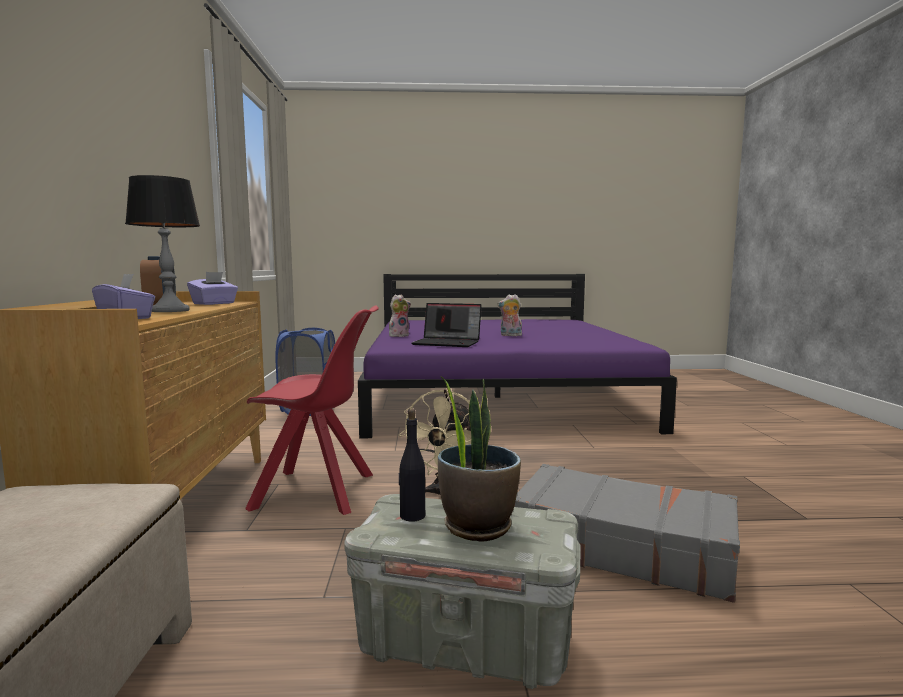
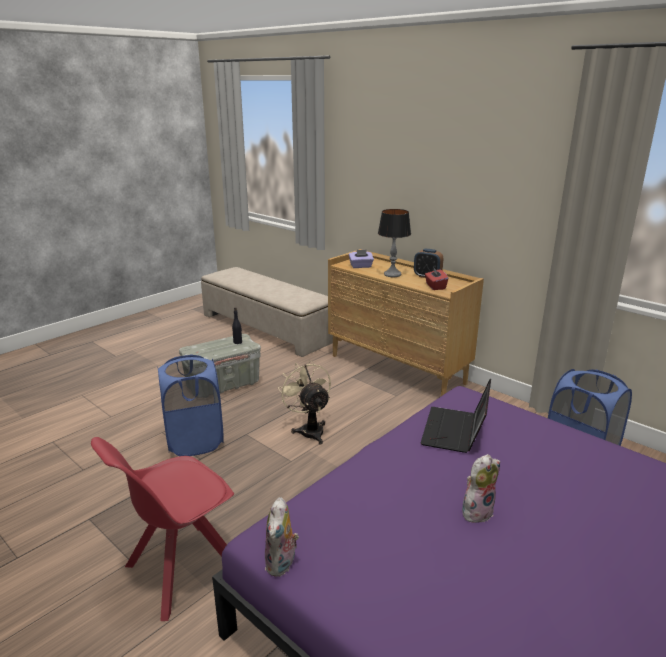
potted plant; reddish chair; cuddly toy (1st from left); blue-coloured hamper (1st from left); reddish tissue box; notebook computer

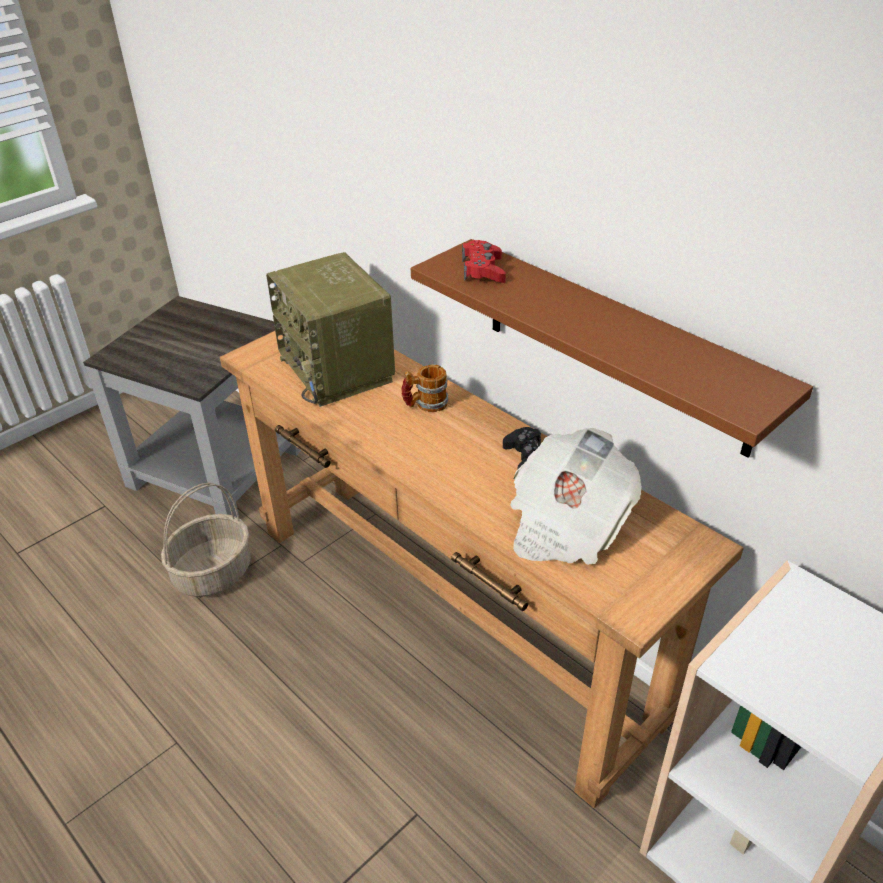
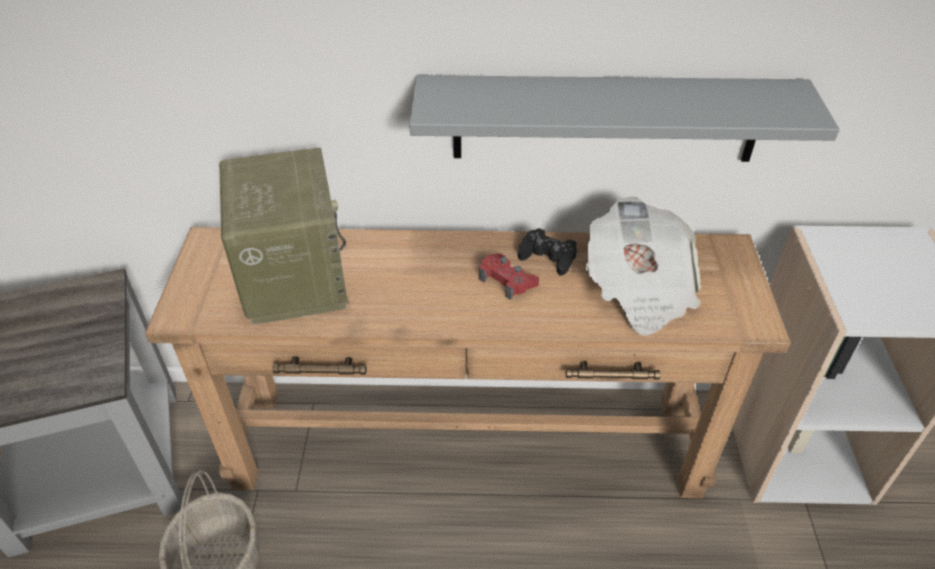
tea mug; reddish game controller; greyish shelf; radio

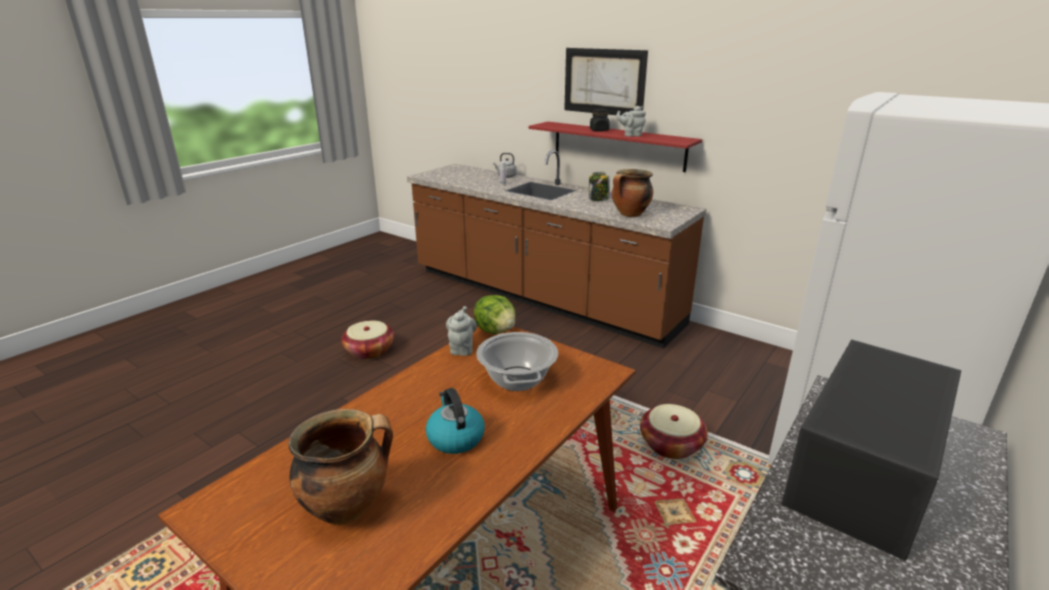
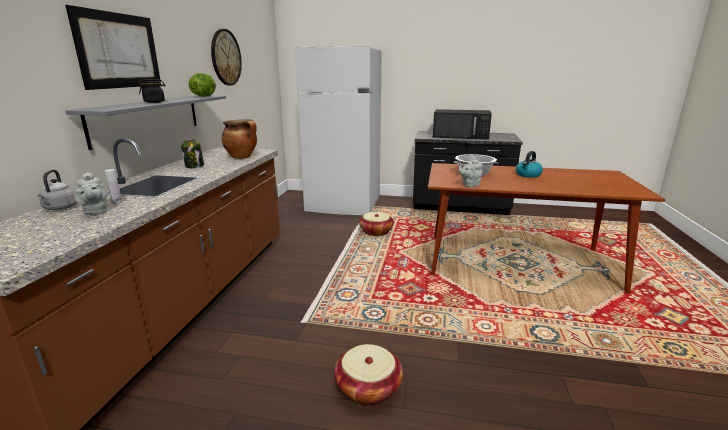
saucepot (1st from left in the first image); wall clock; lettuce; greyish pot for tea (1st from left); greyish shelf

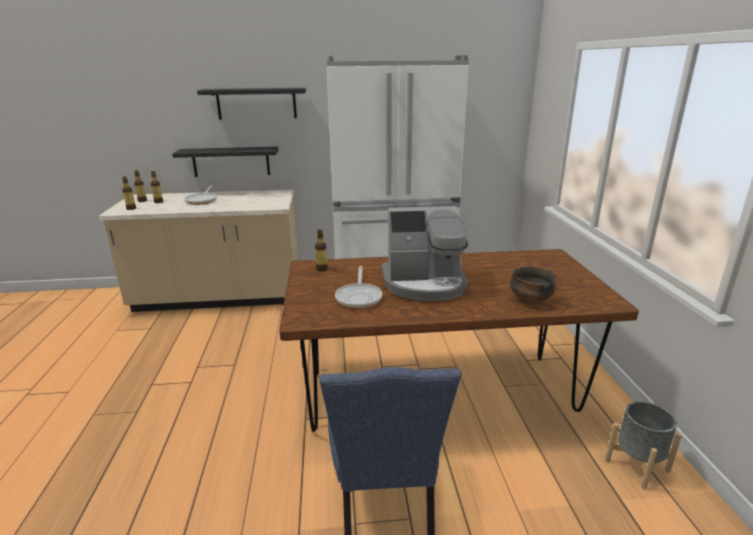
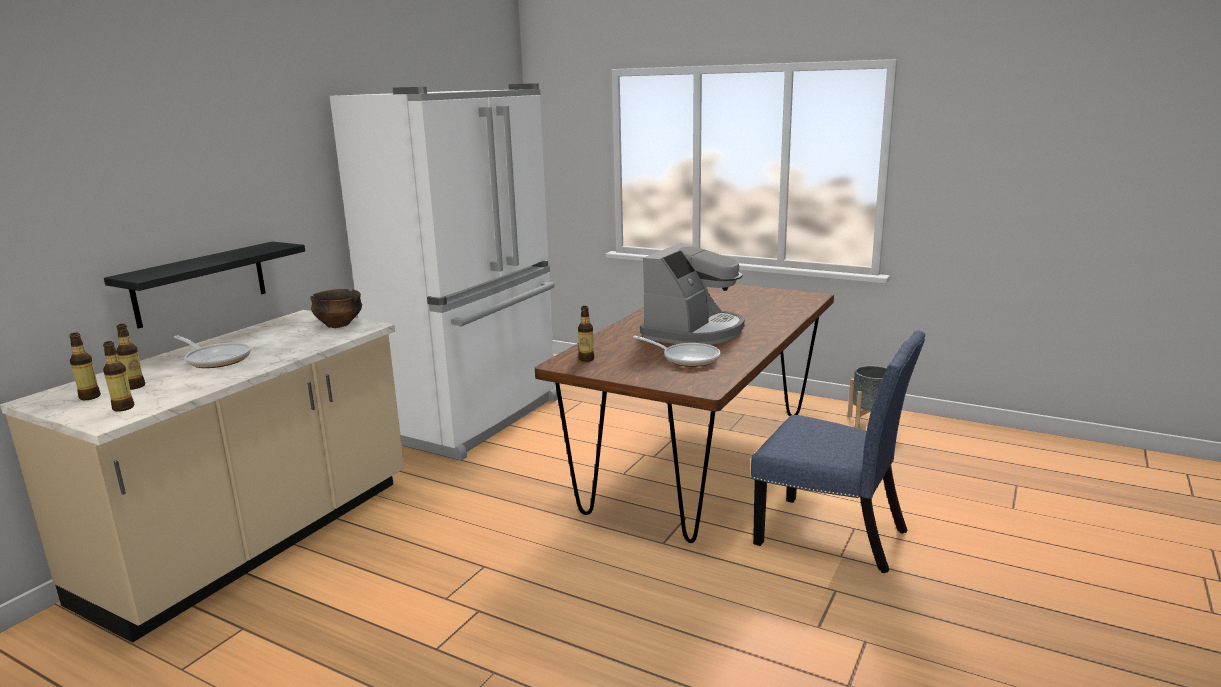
blackish shelf (2nd from left in the first image); deep dish

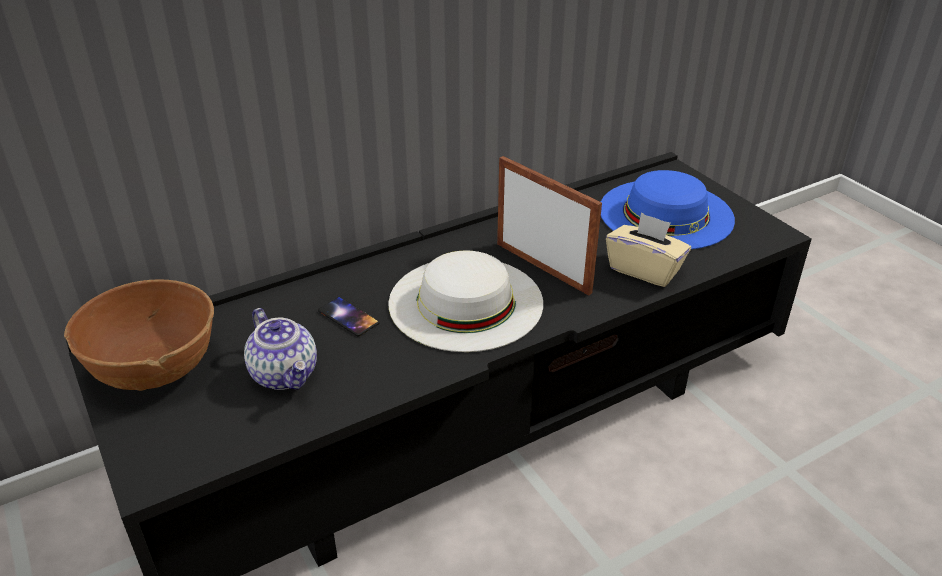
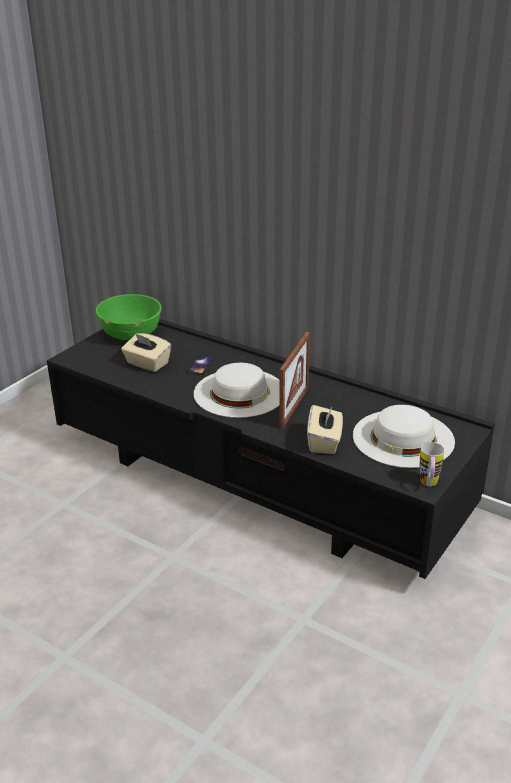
tea mug; beige-coloured tissue box (1st from left); greenish deep dish; whitish clothing hat (2nd from left)

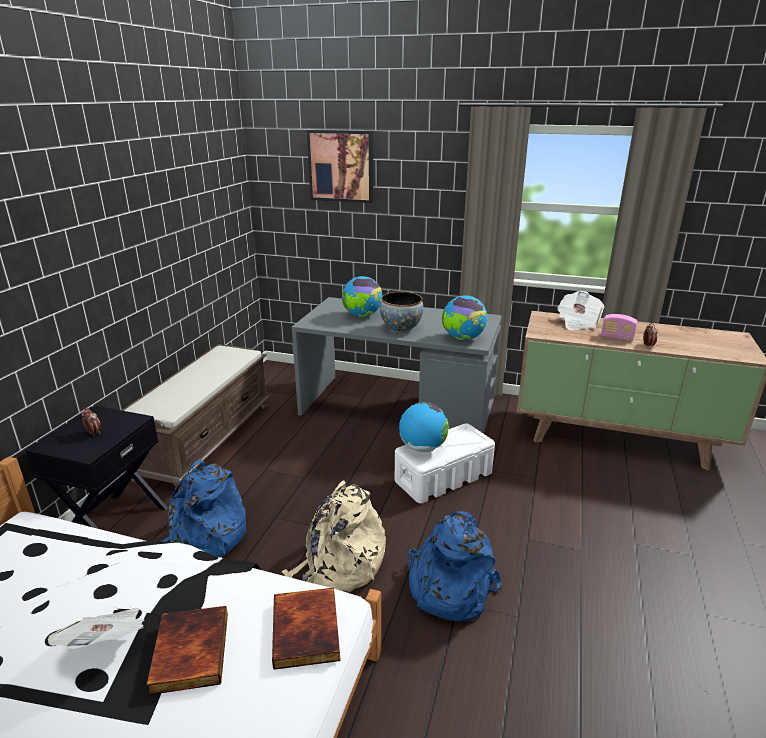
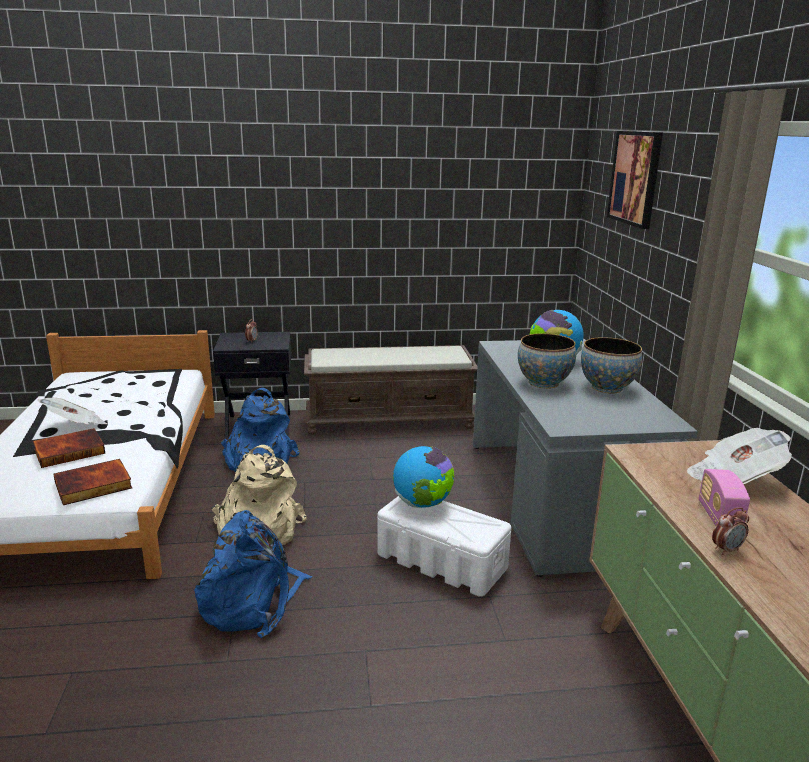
globe (3rd from left in the first image); deep dish (2nd from left)

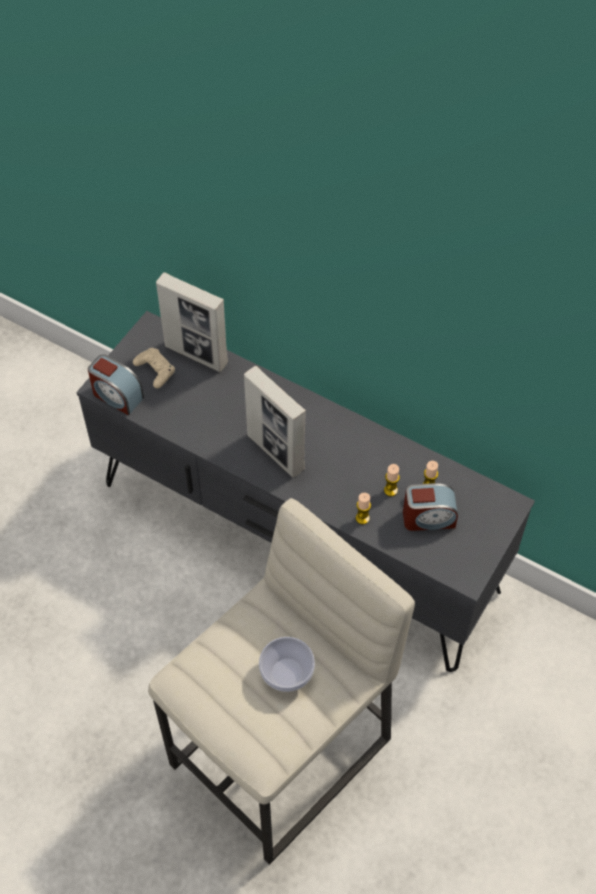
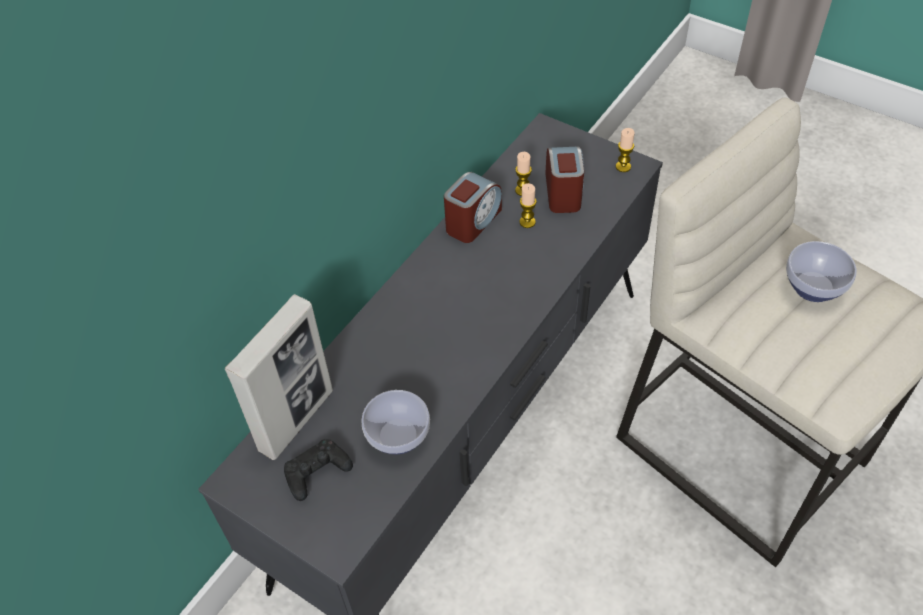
standing frame (2nd from left in the first image); deep dish (1st from left); table clock (1st from left); candle (3rd from left); blackish game controller

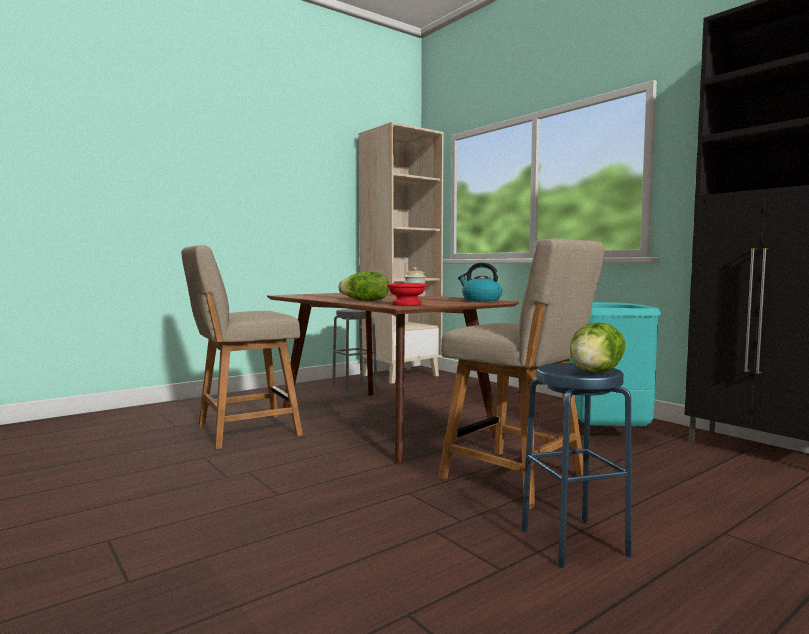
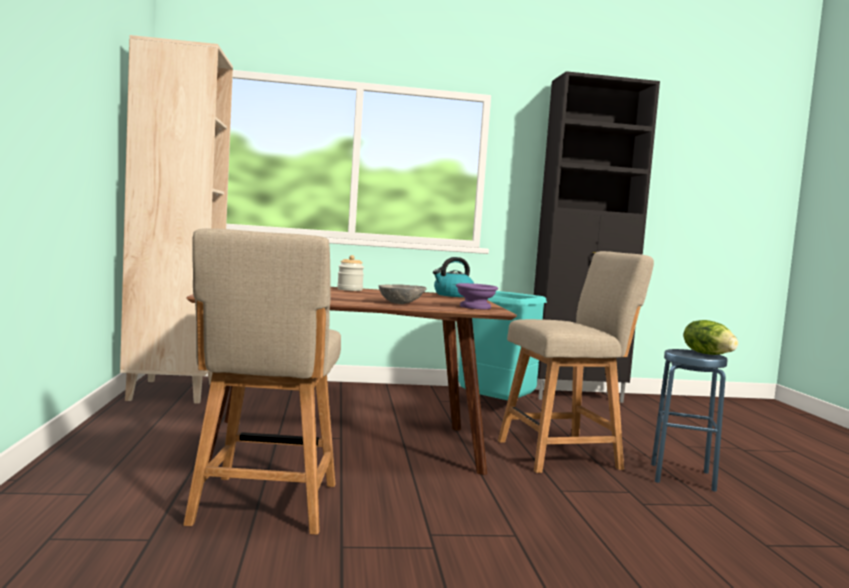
greyish stool seat; greyish deep dish; purple deep dish

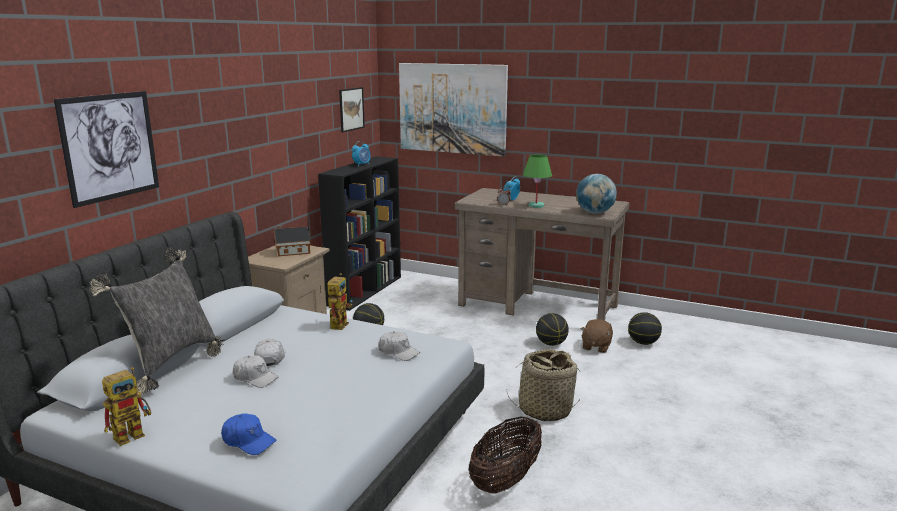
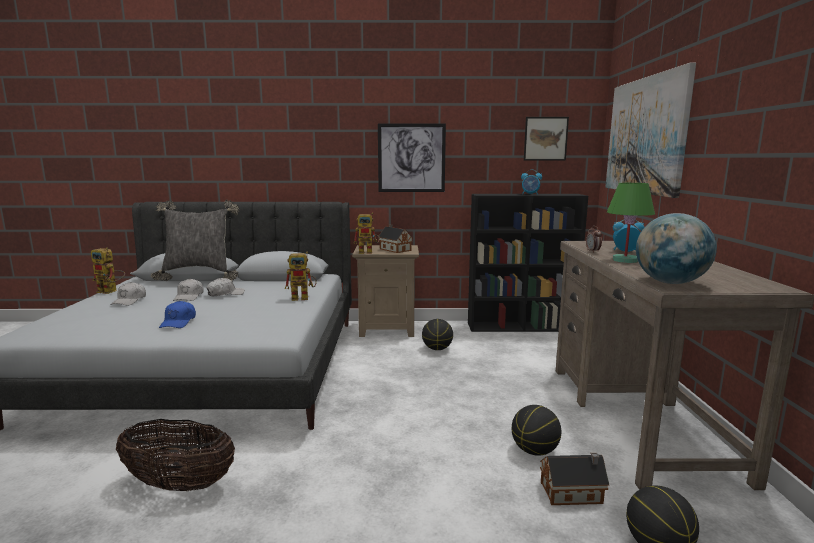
household basket (2nd from left in the first image); toy robot (3rd from left); picture (1st from left); blue-coloured peaked cap; whitish peaked cap (1st from left); model house (2nd from left)

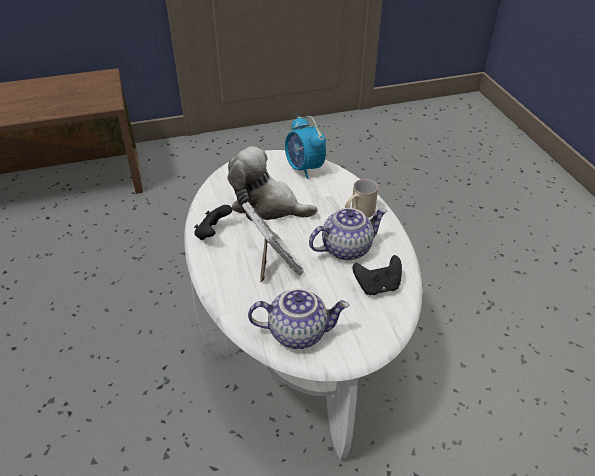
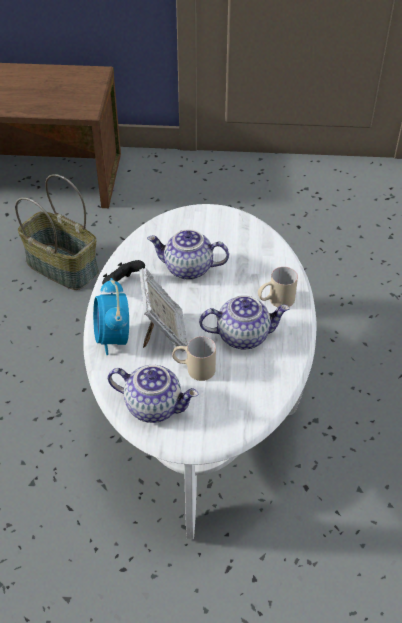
blackish game controller (2nd from left in the first image); household basket; beige-coloured tea mug (1st from left); table clock; pot for tea (2nd from left)

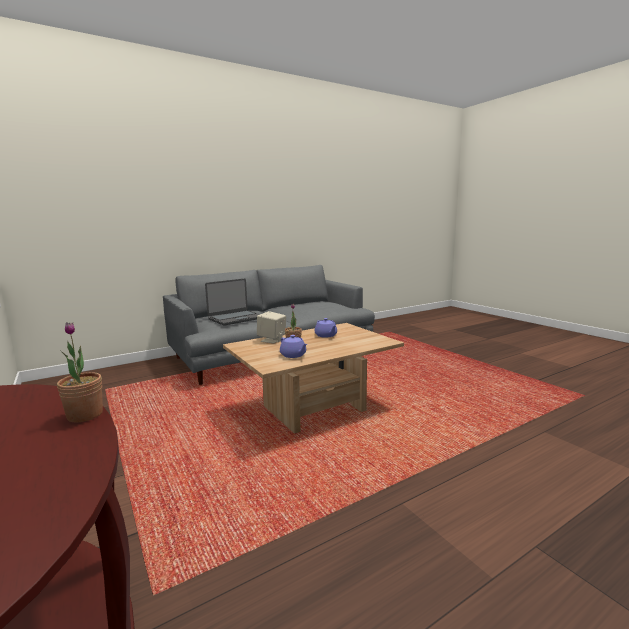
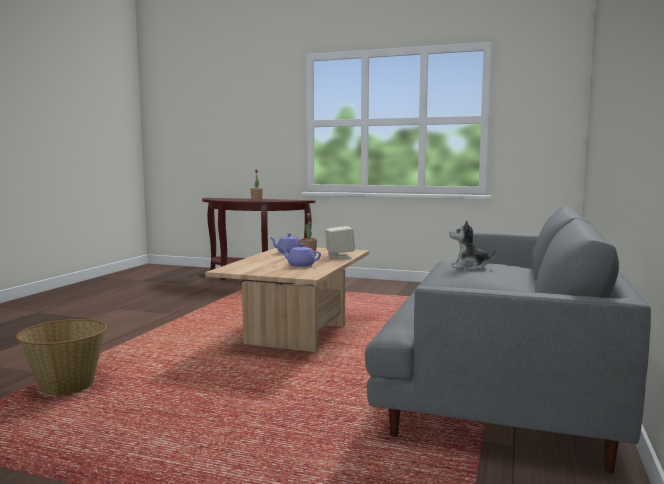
household basket; cuddly toy

